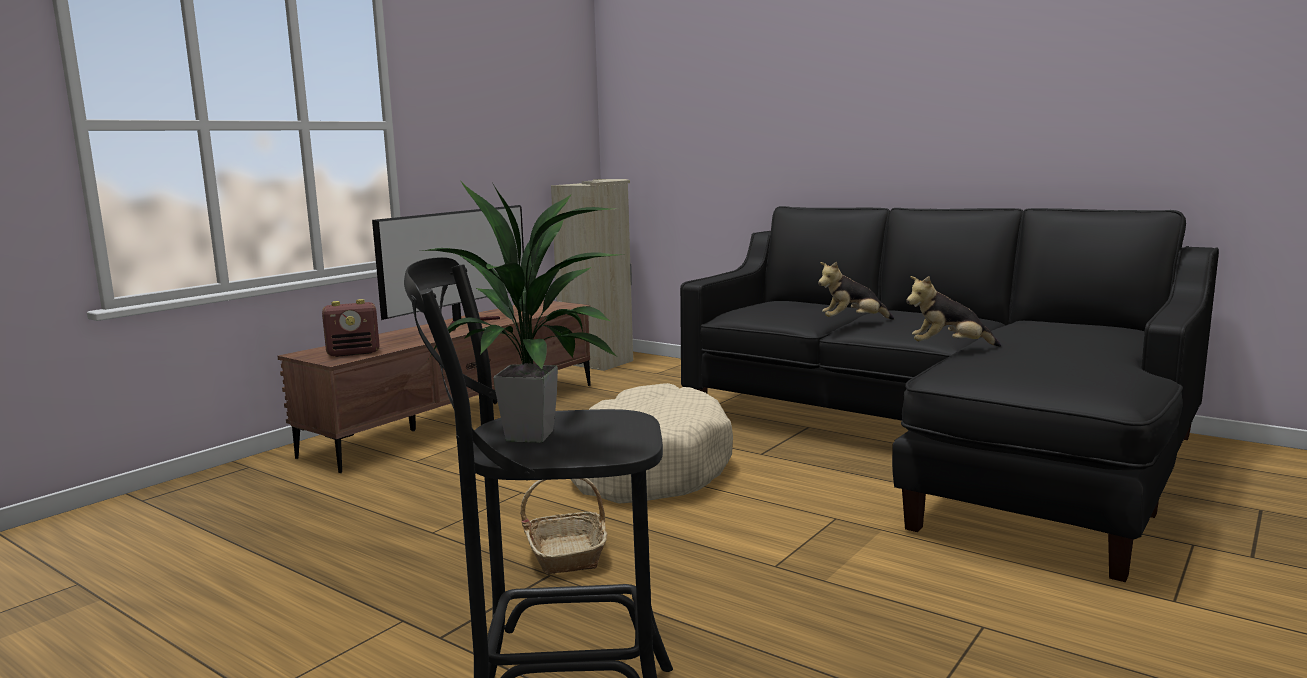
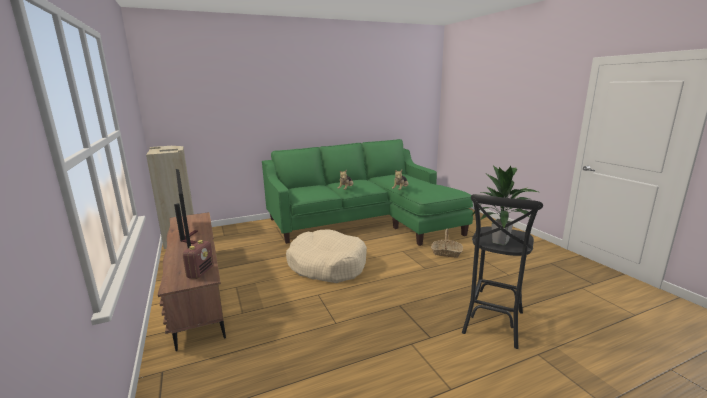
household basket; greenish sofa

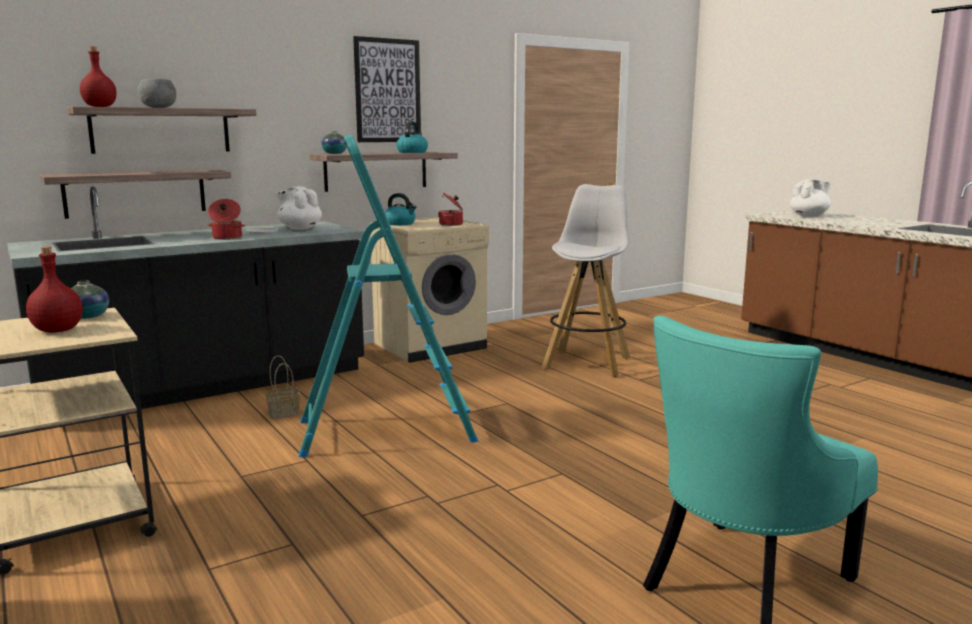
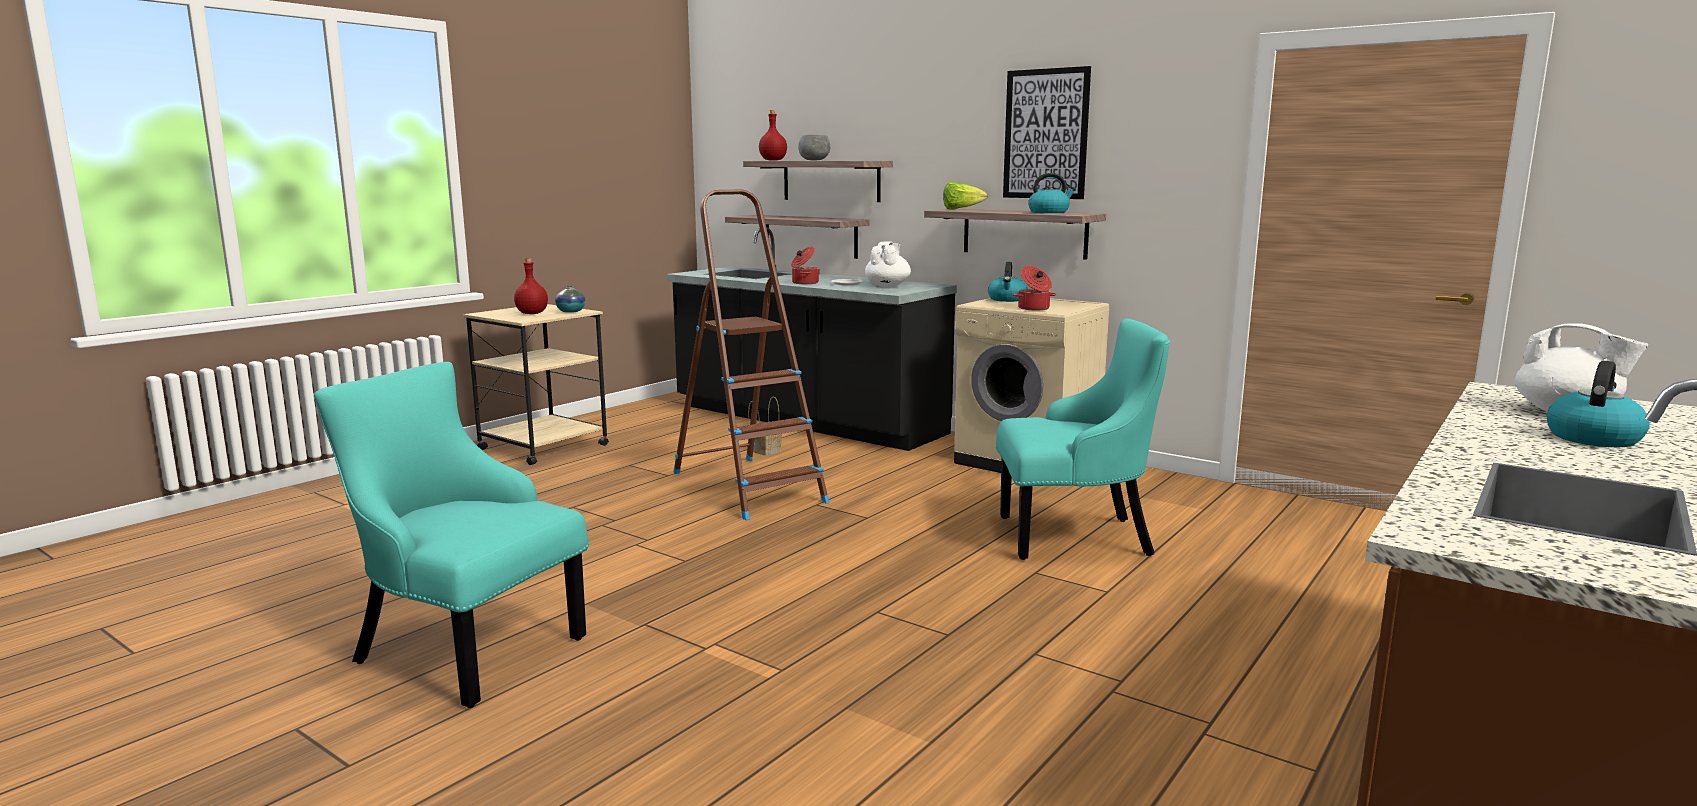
tea kettle (3rd from left); lettuce; turquoise-coloured chair (2nd from left); brownish step stool

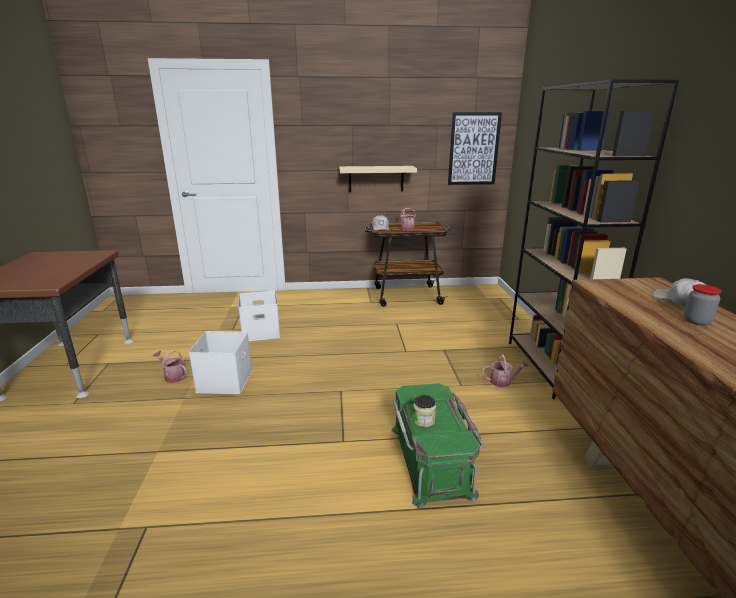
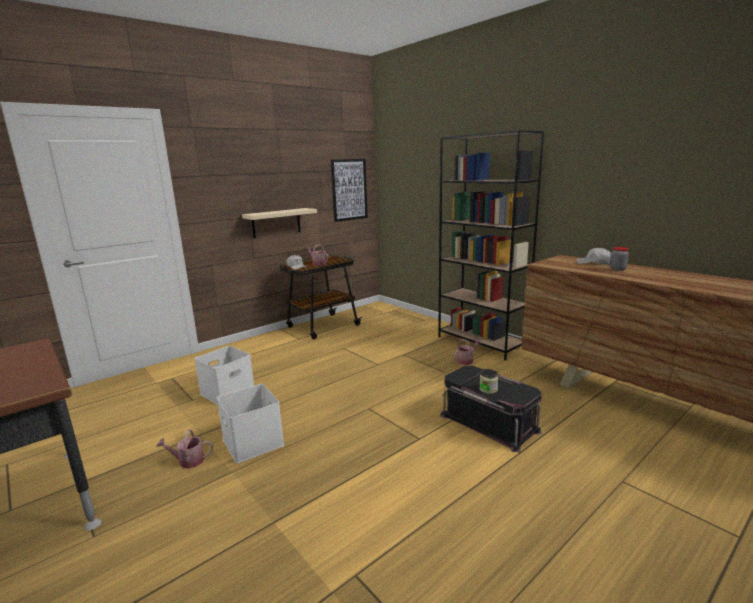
blackish storage container

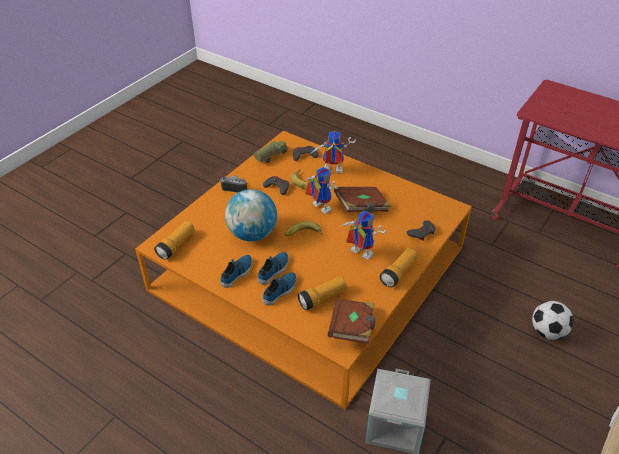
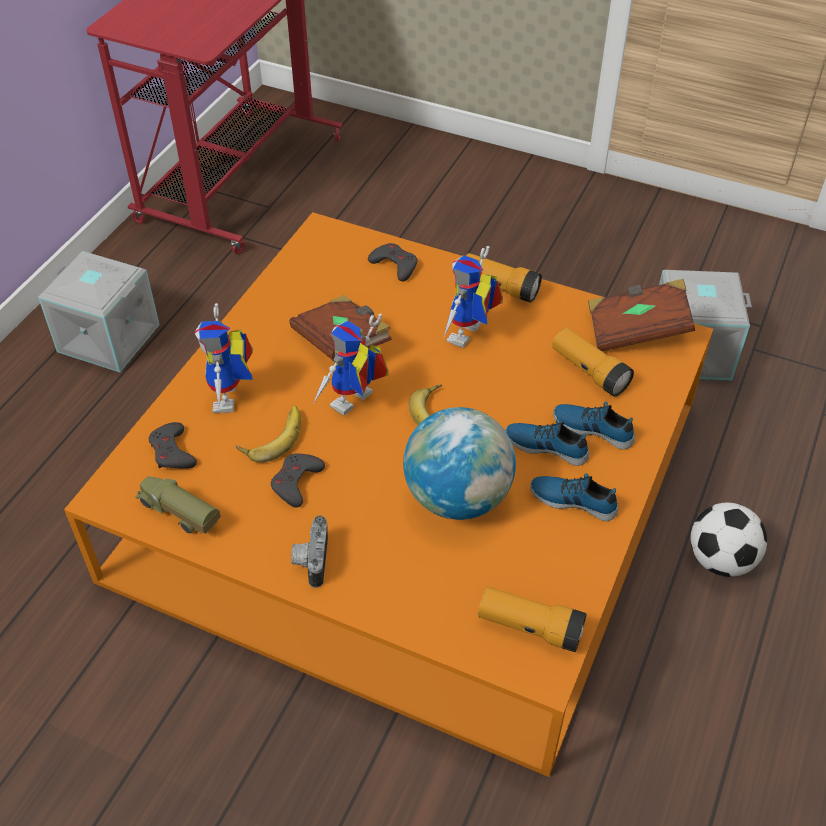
greyish storage container (1st from left); football

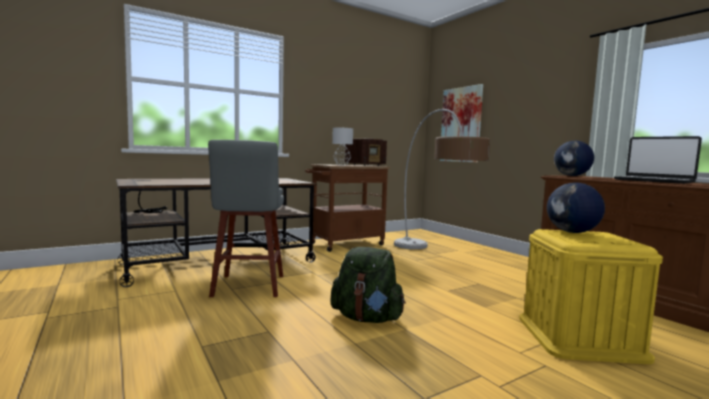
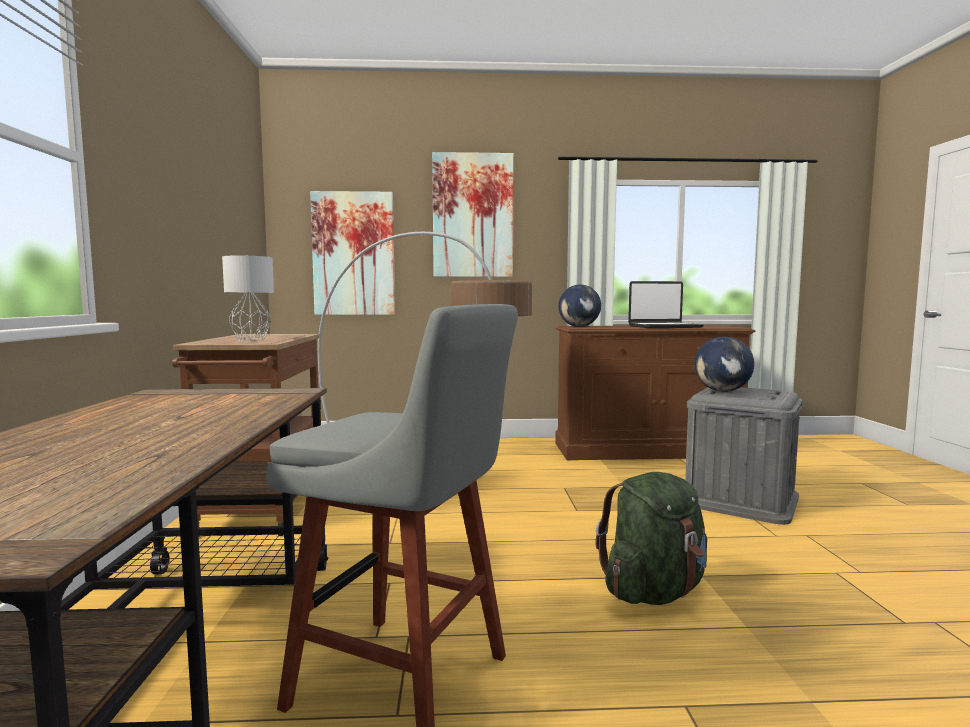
radio; picture (2nd from left); greyish storage container

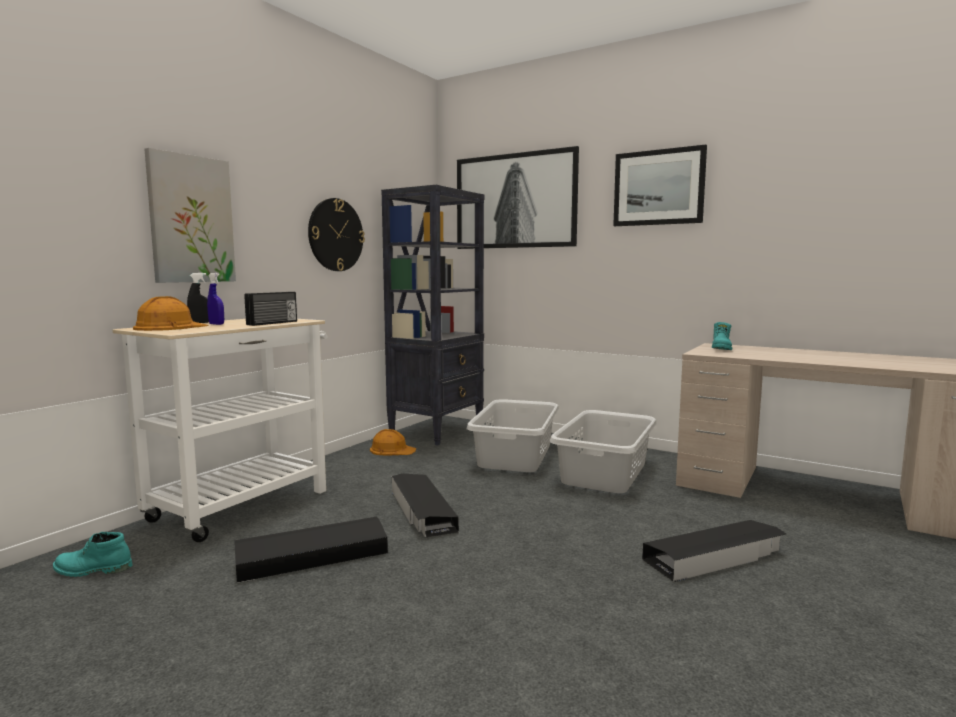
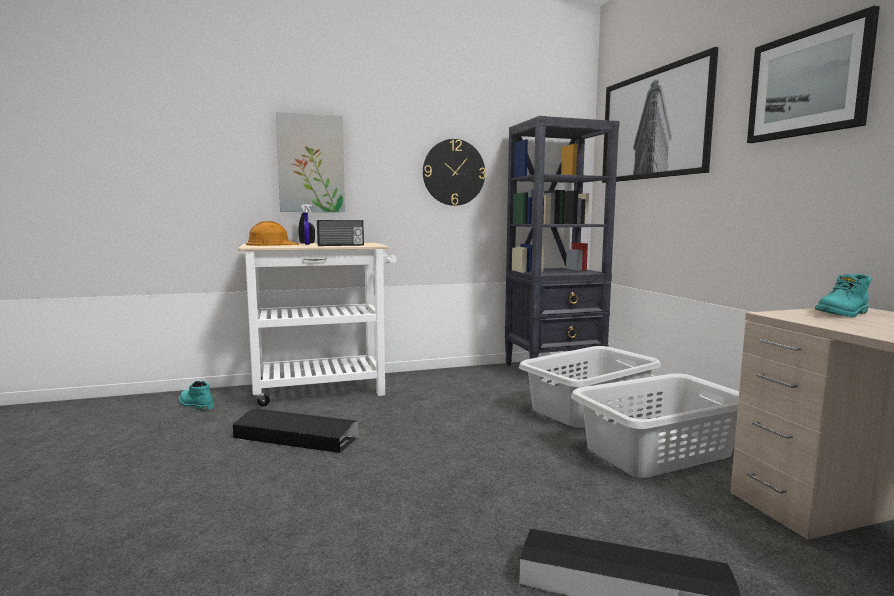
orangey work helmet (2nd from left in the first image); blackish storage container (2nd from left in the first image)

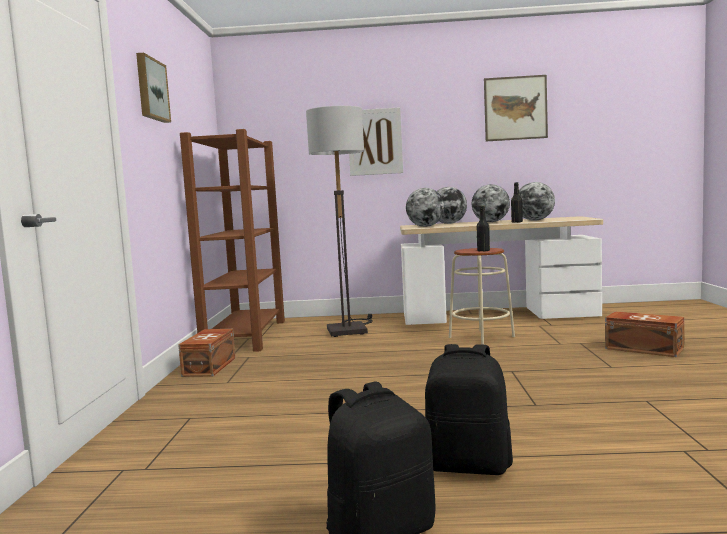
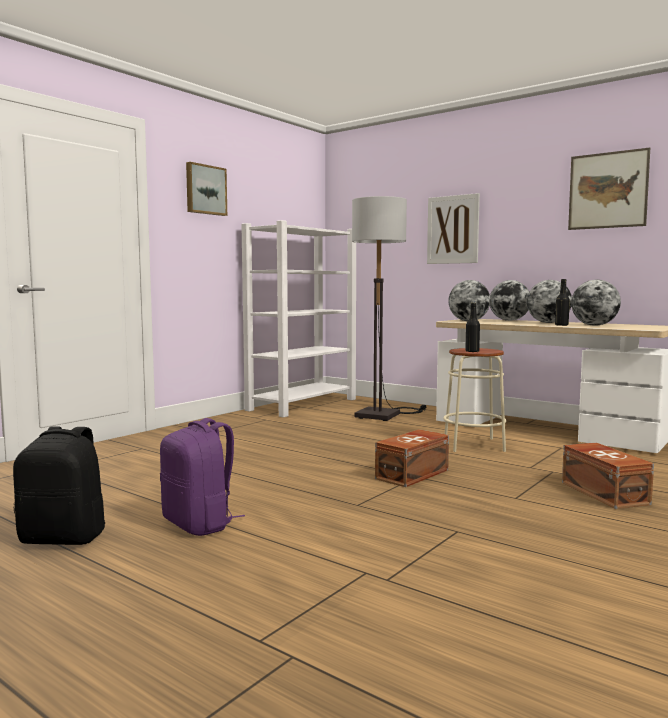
brownish storage container (1st from left); whitish bookcase; purple rucksack

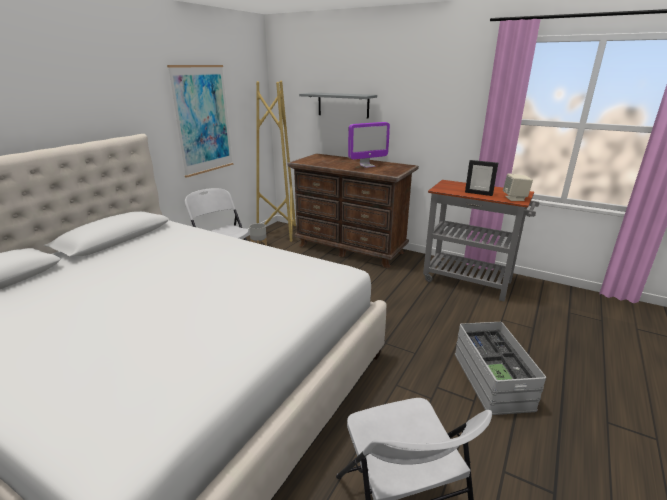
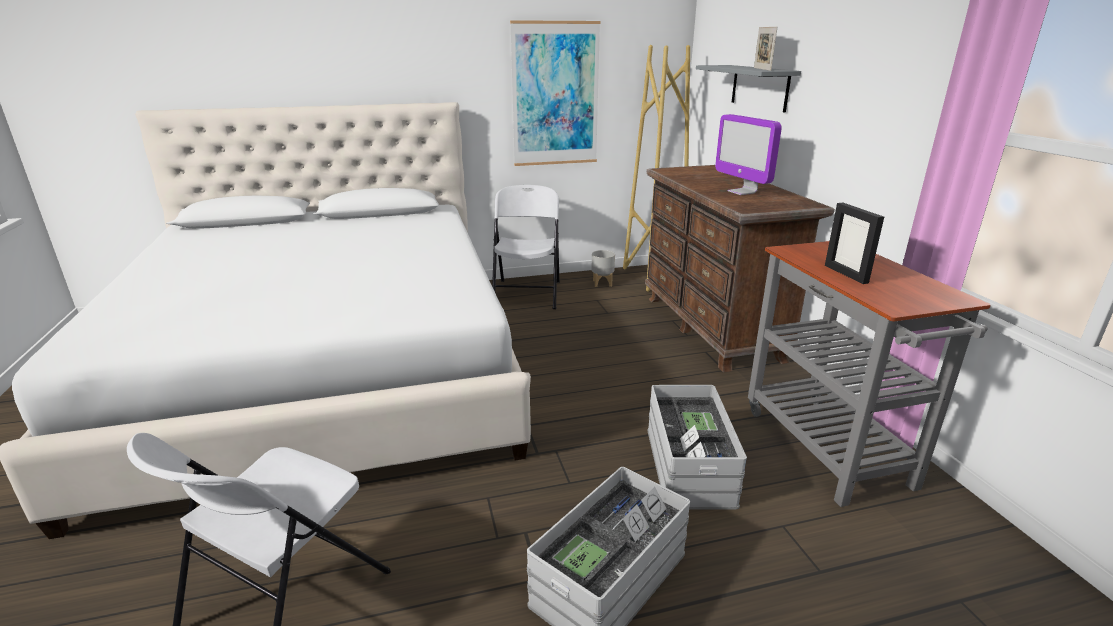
beige-coloured audio speaker; greyish storage container (2nd from left); standing frame (1st from left); computer screen

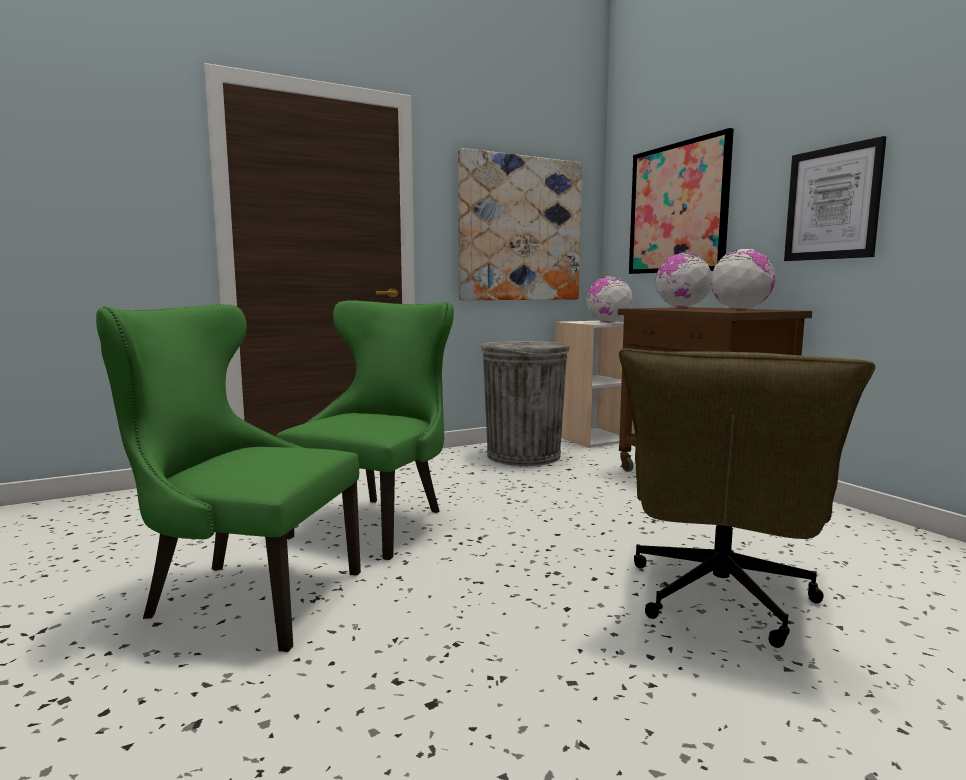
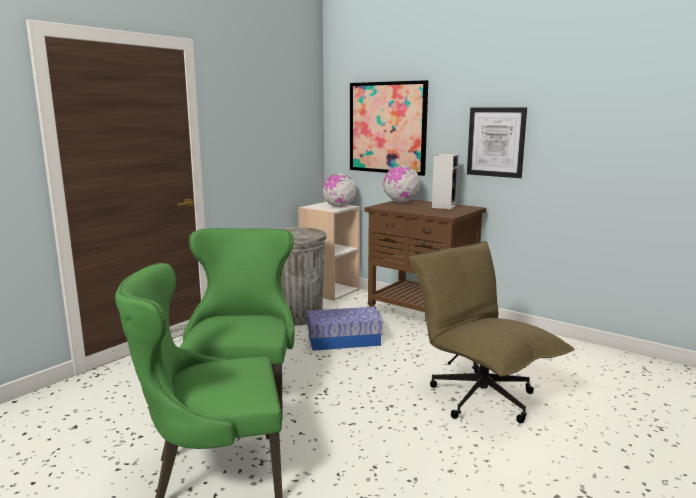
picture (1st from left in the first image); storage container; audio speaker; beige-coloured office chair

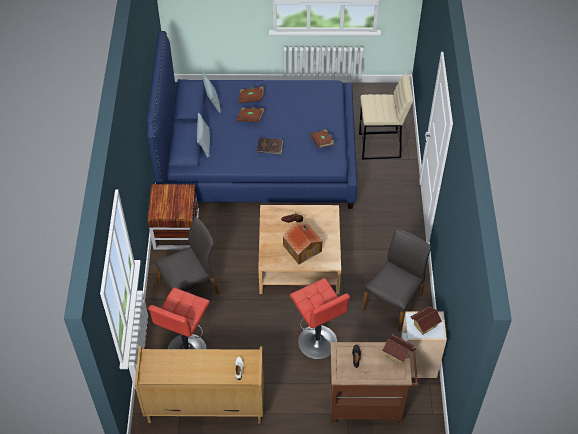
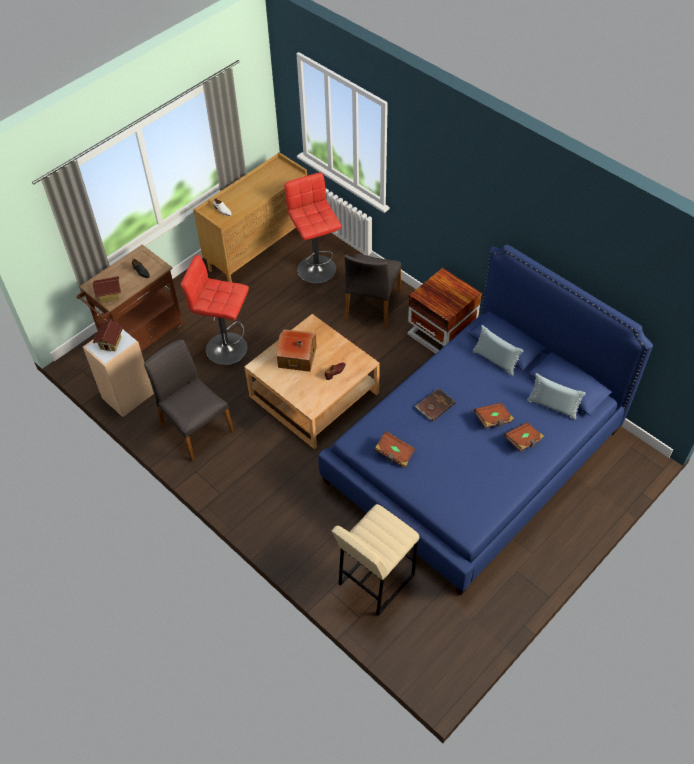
greyish chair (1st from left)

